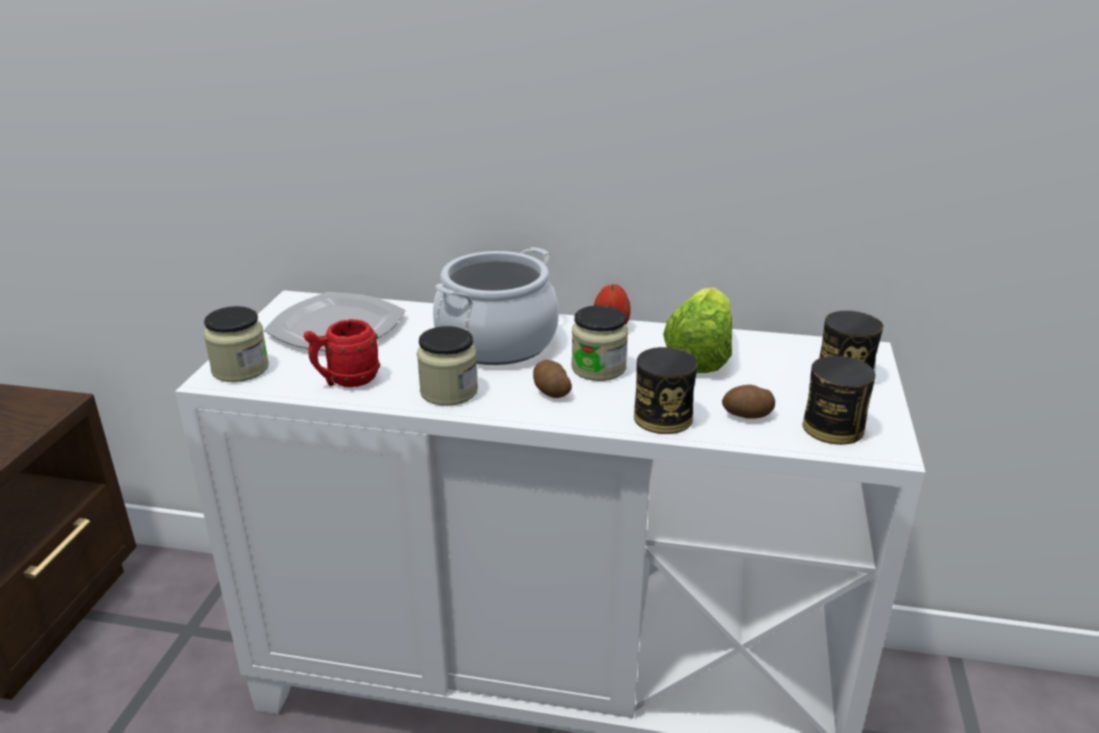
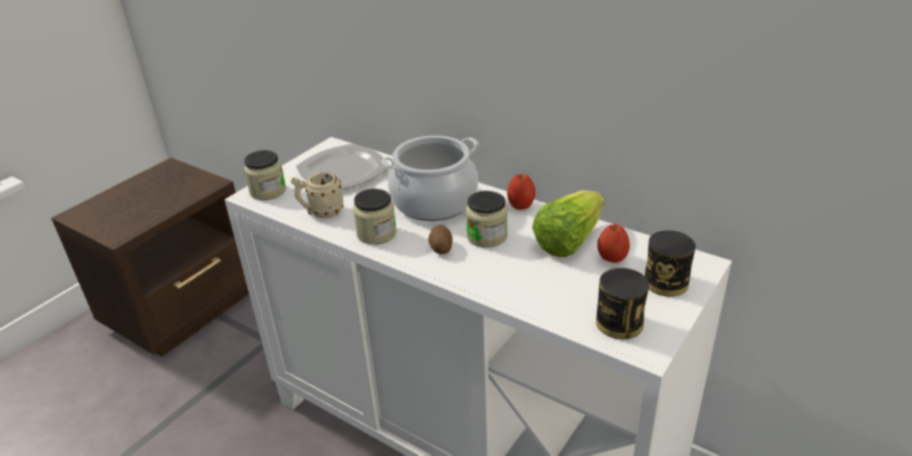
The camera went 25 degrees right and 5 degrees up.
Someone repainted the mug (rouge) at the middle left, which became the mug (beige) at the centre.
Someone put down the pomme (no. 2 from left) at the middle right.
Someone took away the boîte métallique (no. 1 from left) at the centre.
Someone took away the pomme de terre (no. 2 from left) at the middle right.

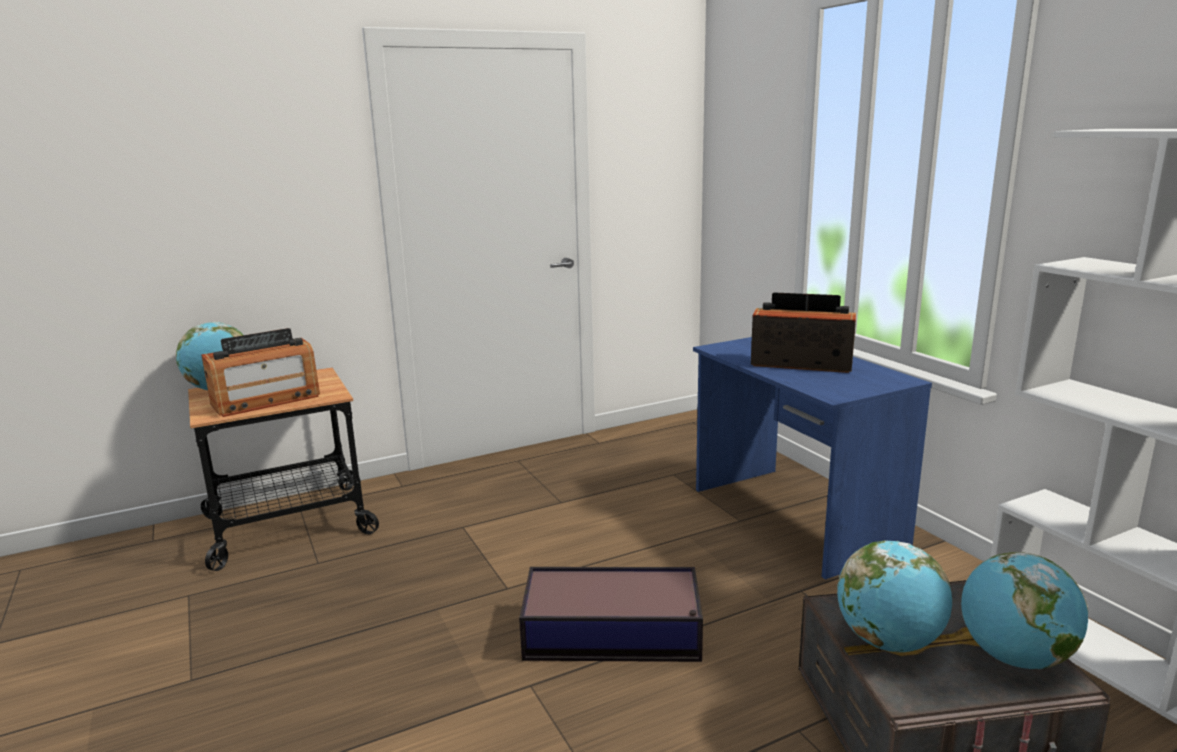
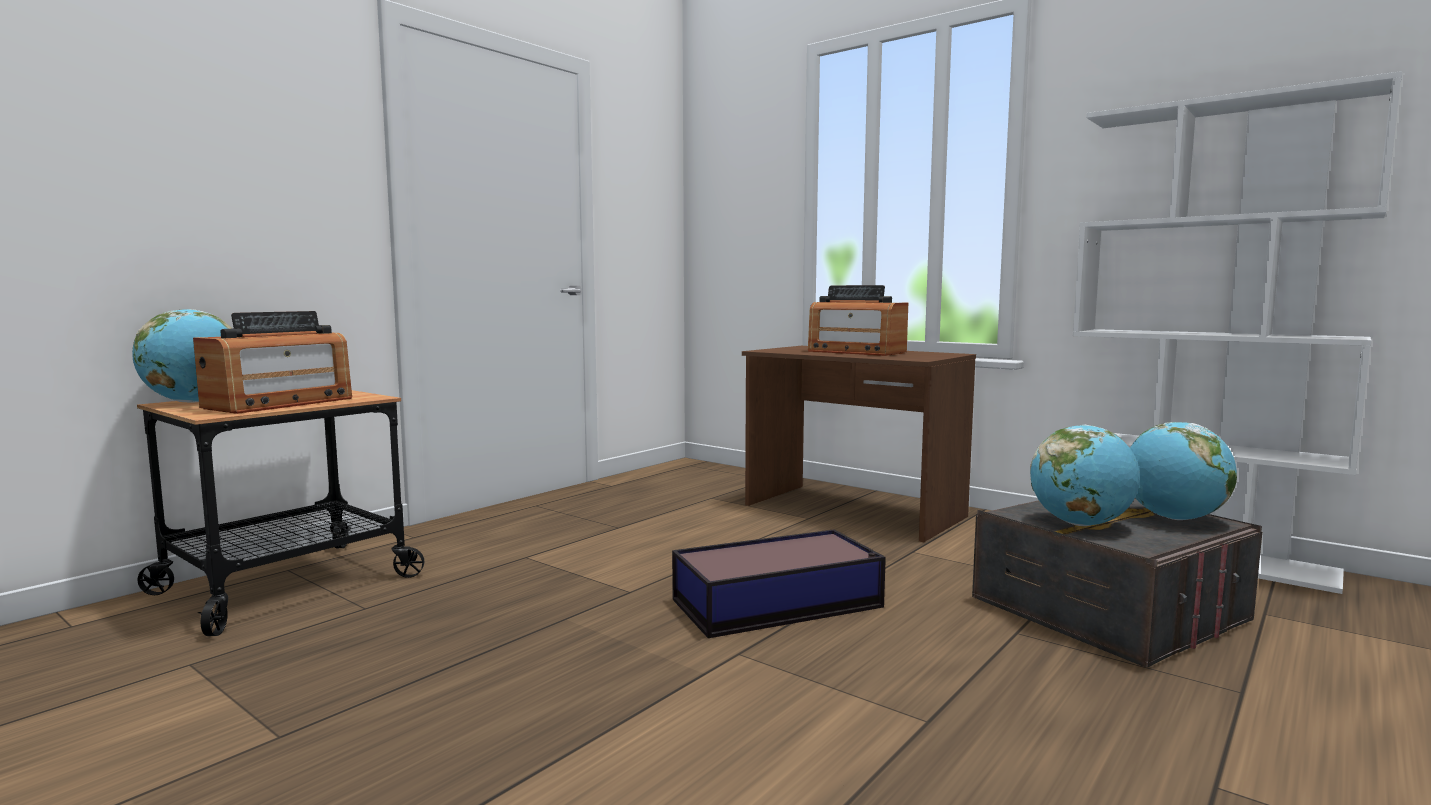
The camera went 25 degrees left and 10 degrees down.
Someone repainted the bureau (bleu) at the middle right, which became the bureau (marron) at the centre.
Someone rotated the radio (no. 2 from left) at the middle right by 135 degrees counterclockwise.

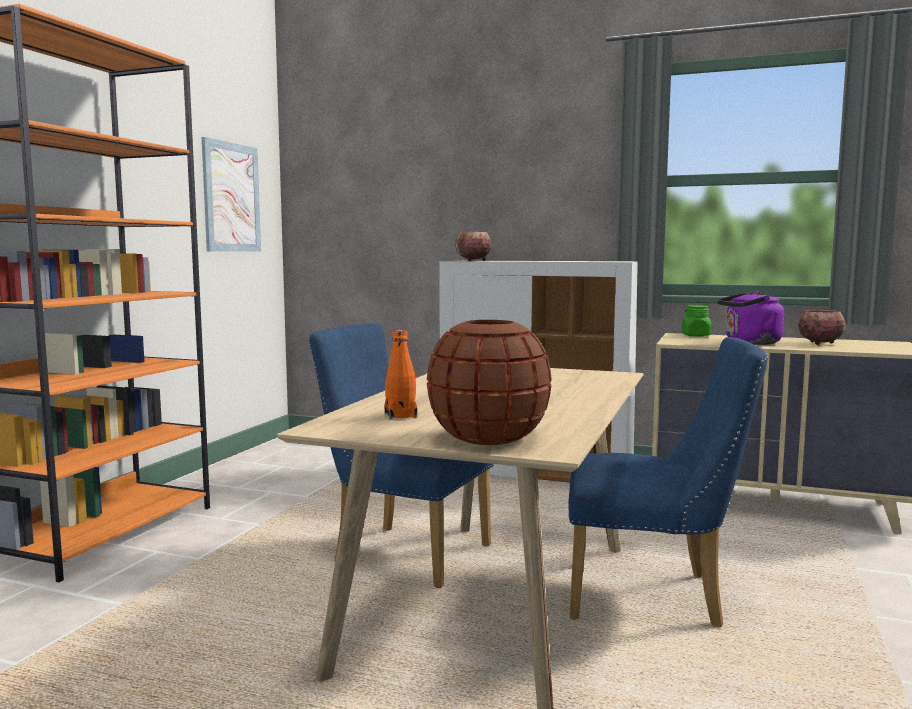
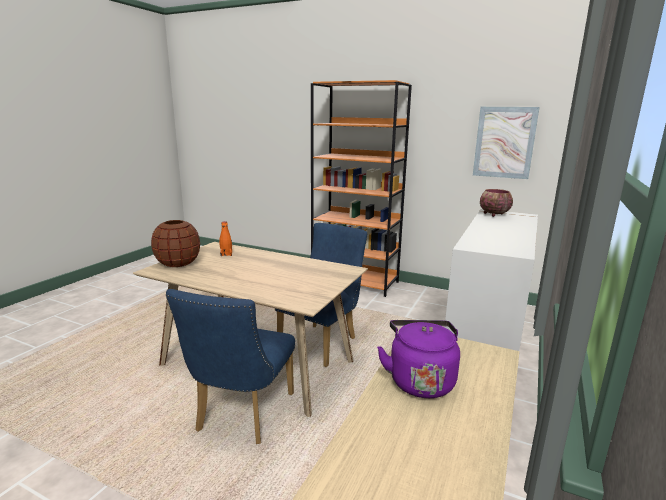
The camera went 95 degrees right and 10 degrees up.
Someone took away the bocal (vert) at the middle right.
Someone took away the bol (no. 2 from left) at the middle right.

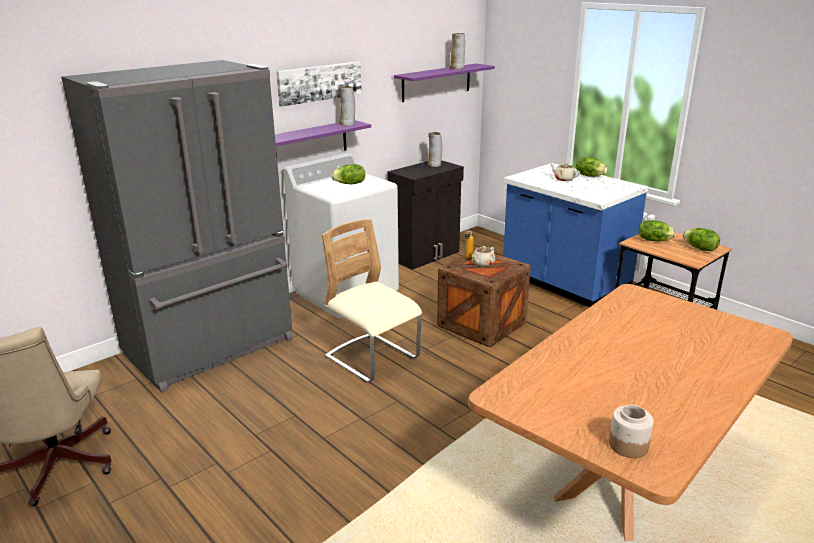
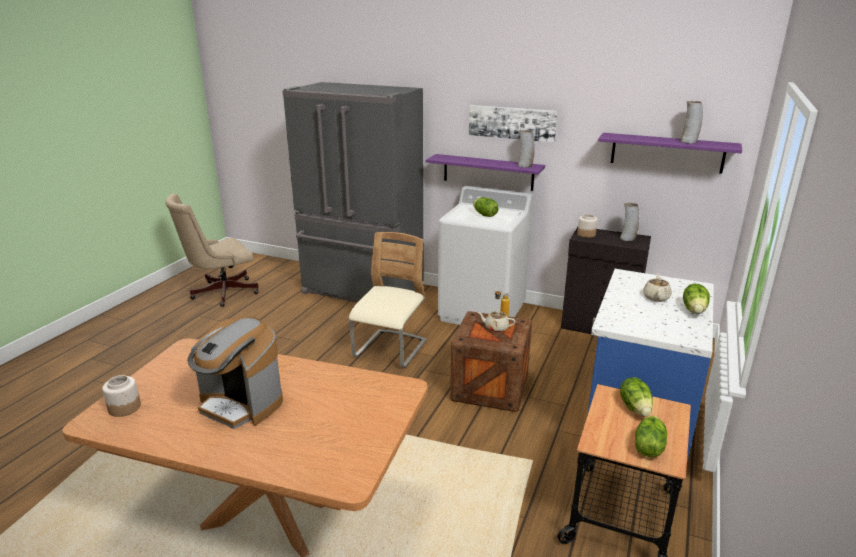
The camera went 65 degrees right and 0 degrees up.
Someone put down the machine à café at the bottom left.
Someone put down the bocal (no. 2 from left) at the middle right.

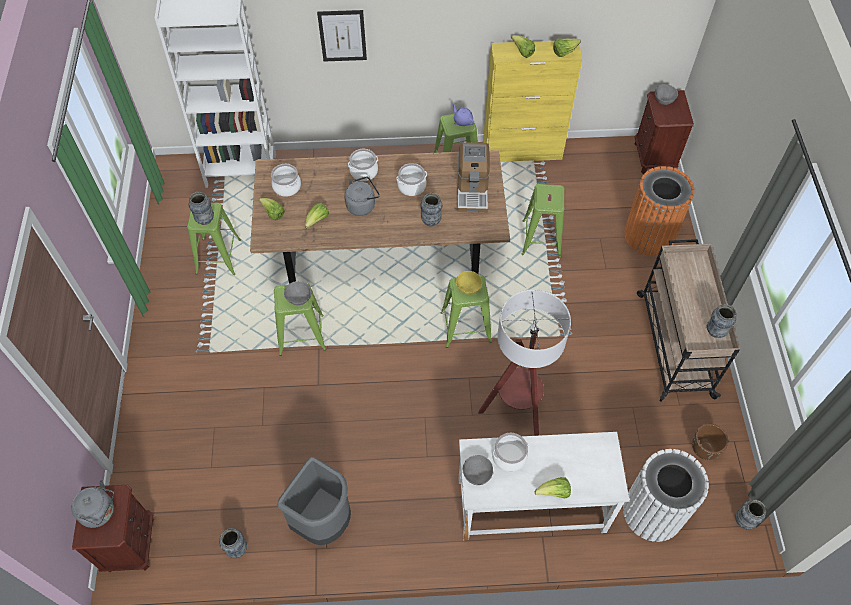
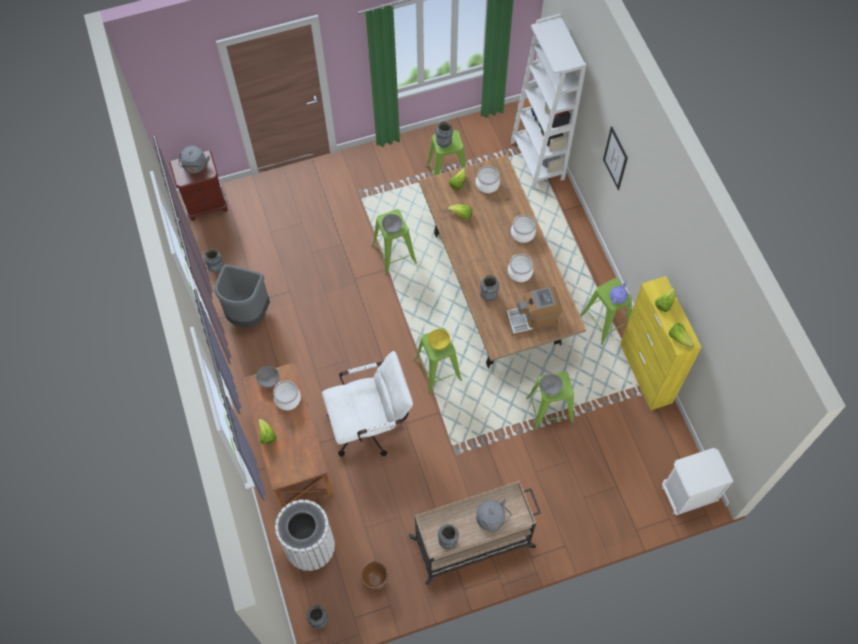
The camera went 75 degrees right and 5 degrees up.
Someone repainted the bureau (blanc) at the bottom centre, which became the bureau (marron) at the bottom centre.
Someone swapped the lampadaire at the centre for the chaise de bureau (blanc) at the centre.
Someone carried the bouilloire (gris) (no. 2 from left) from the top centre to the bottom centre.
Someone carried the bol (gris) (no. 3 from left) from the top right to the centre.
Someone repainted the table de chevet (marron) (no. 2 from left) at the top right, which became the table de chevet (blanc) at the bottom right.
Someone took away the poubelle (orange) at the middle right.

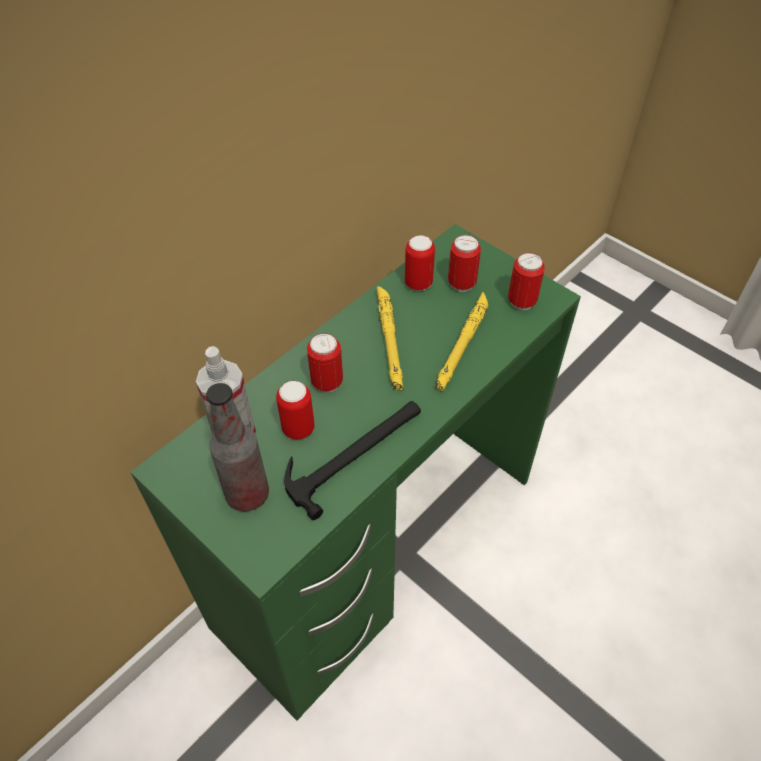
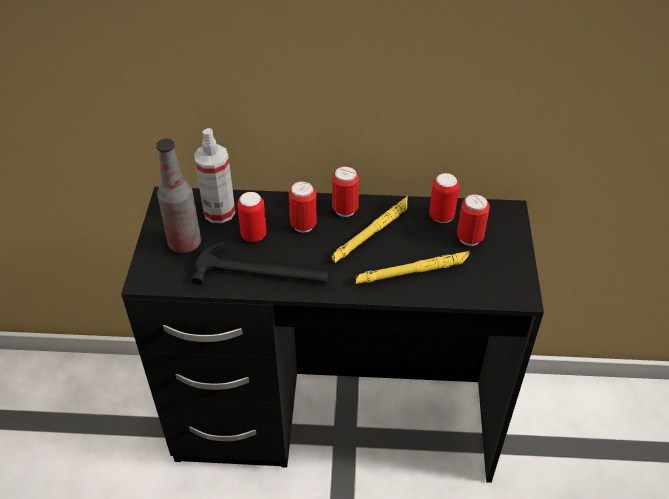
The camera went 50 degrees right and 5 degrees down.
Someone repainted the bureau (vert) at the centre, which became the bureau (noir) at the bottom centre.
Someone carried the boîte métallique (no. 5 from left in the first image) from the middle right to the centre.

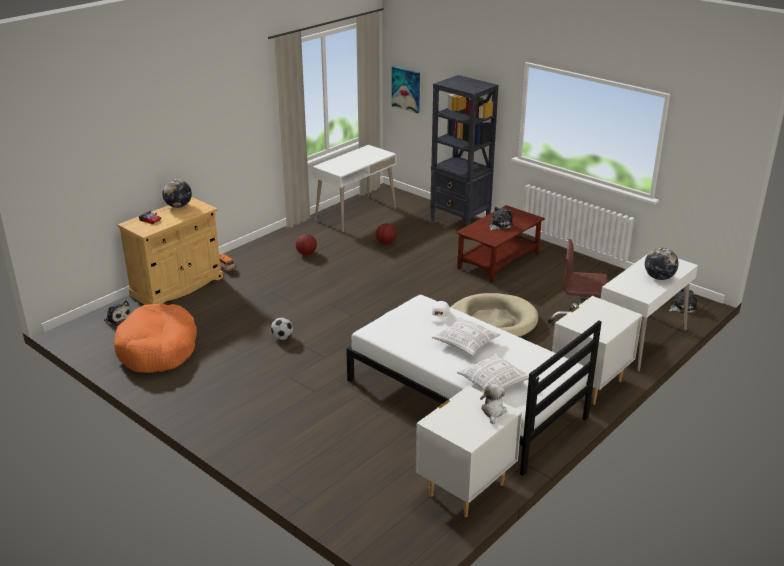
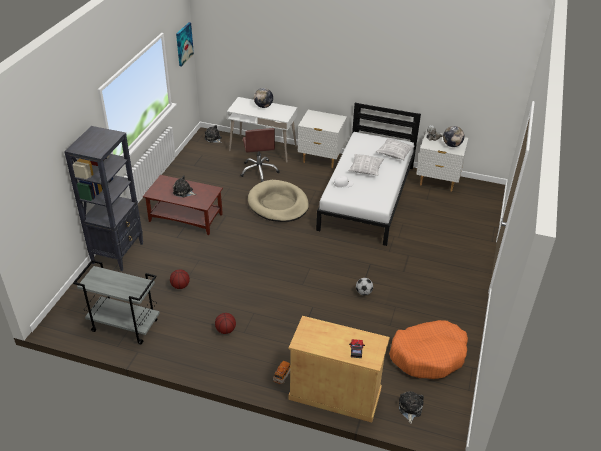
The camera went 115 degrees left and 10 degrees up.
Someone swapped the bureau (blanc) (no. 1 from left) at the top centre for the chariot (gris) at the bottom left.
Someone carried the tableau from the top centre to the top left.
Someone carried the globe (no. 1 from left in the first image) from the middle left to the top right.

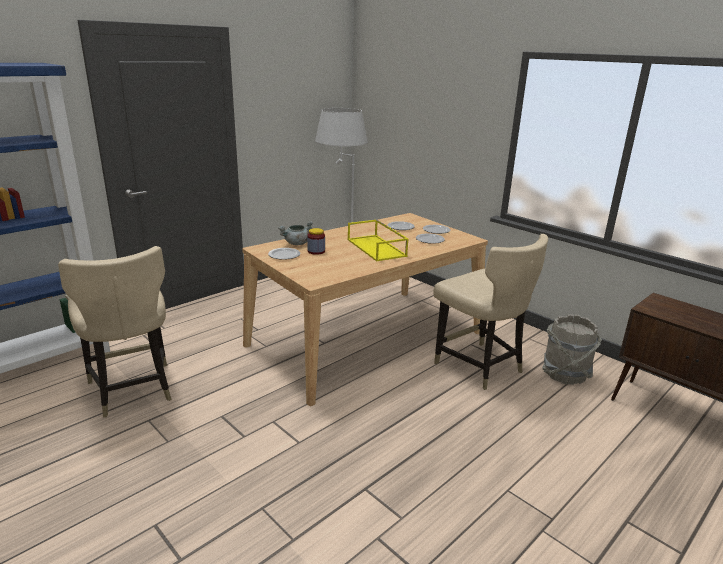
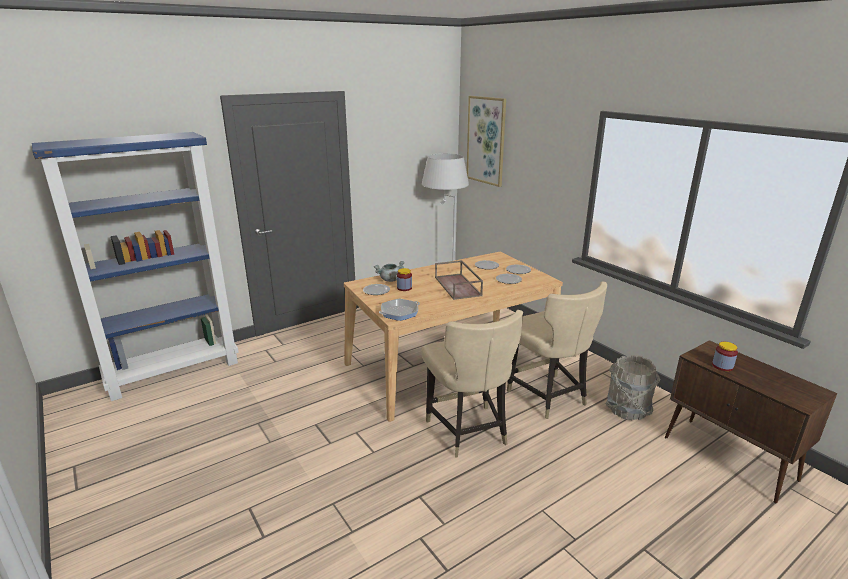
The camera went 10 degrees right and 0 degrees up.
Someone put down the poêle at the centre.
Someone carried the chaise (beige) (no. 1 from left) from the middle left to the centre.
Someone repainted the plateau (jaune) at the centre, which became the plateau (marron) at the centre.
Someone put up the tableau at the top centre.
Someone put down the bocal (no. 2 from left) at the middle right.

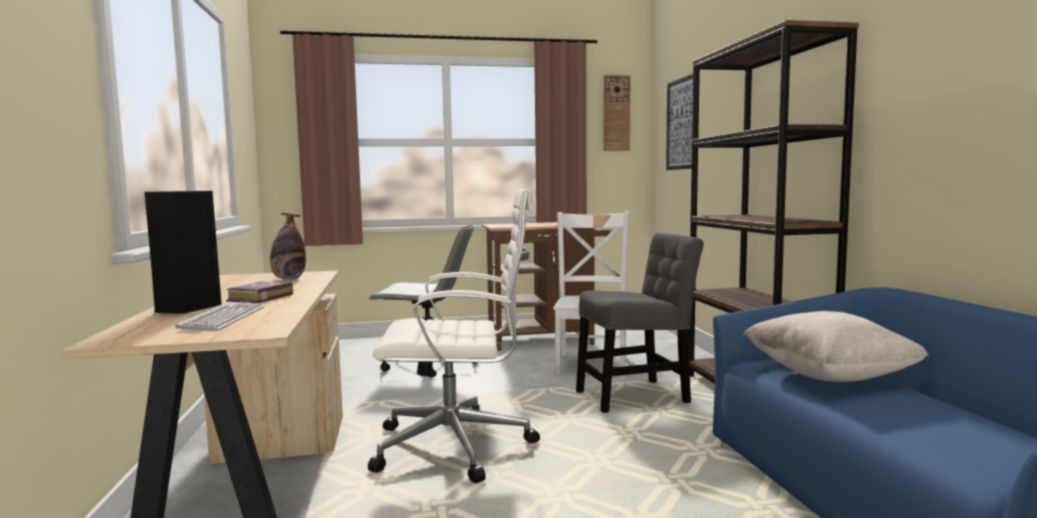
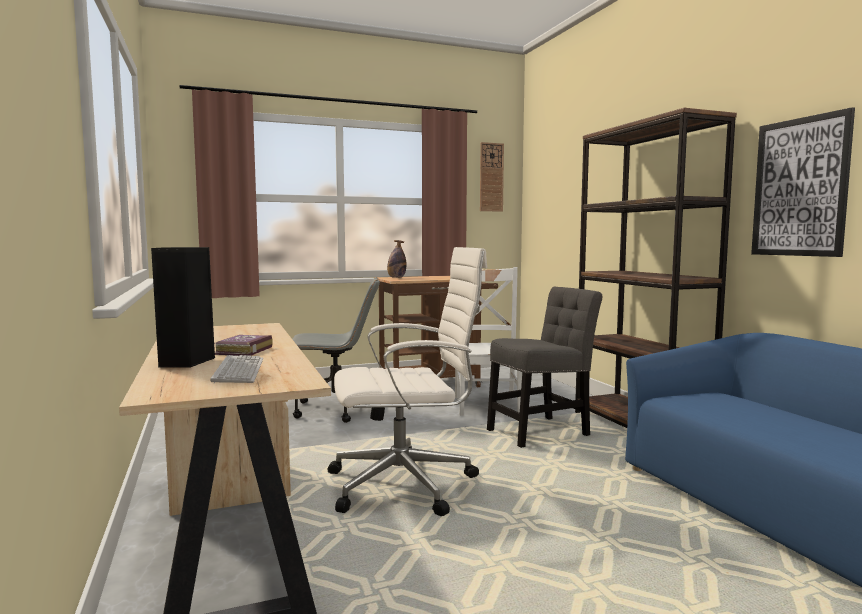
The camera went 10 degrees left and 0 degrees up.
Someone carried the bouteille from the middle left to the centre.
Someone carried the tableau from the top centre to the top right.
Someone took away the coussin (beige) at the bottom right.

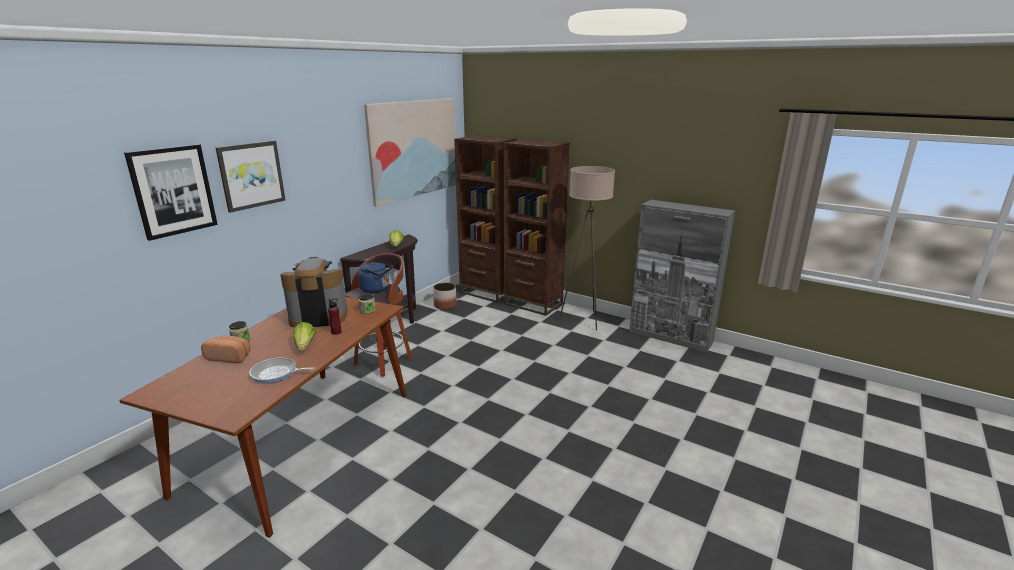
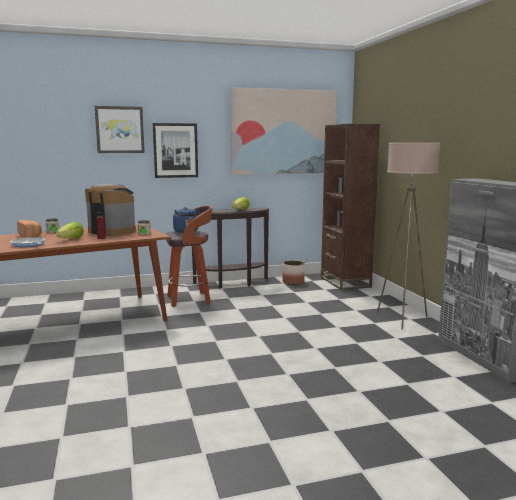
The camera went 40 degrees right and 10 degrees down.
Someone carried the tableau (no. 1 from left in the first image) from the middle left to the top centre.
Someone took away the bibliothèque (marron) (no. 2 from left) at the centre.

